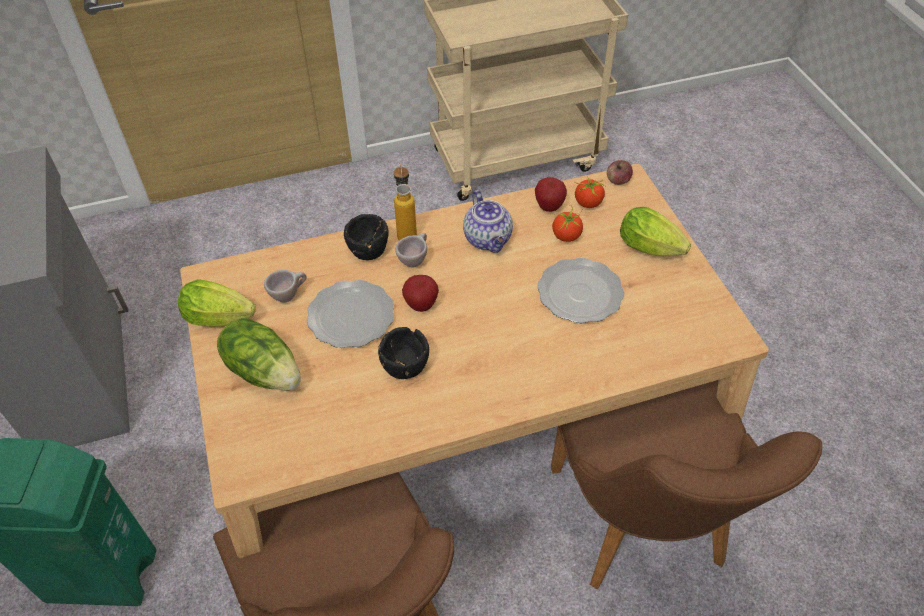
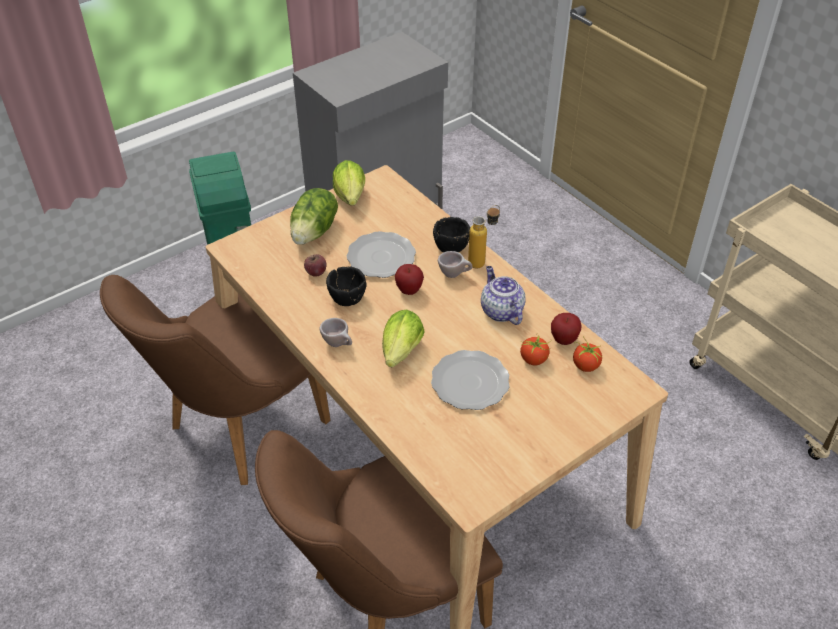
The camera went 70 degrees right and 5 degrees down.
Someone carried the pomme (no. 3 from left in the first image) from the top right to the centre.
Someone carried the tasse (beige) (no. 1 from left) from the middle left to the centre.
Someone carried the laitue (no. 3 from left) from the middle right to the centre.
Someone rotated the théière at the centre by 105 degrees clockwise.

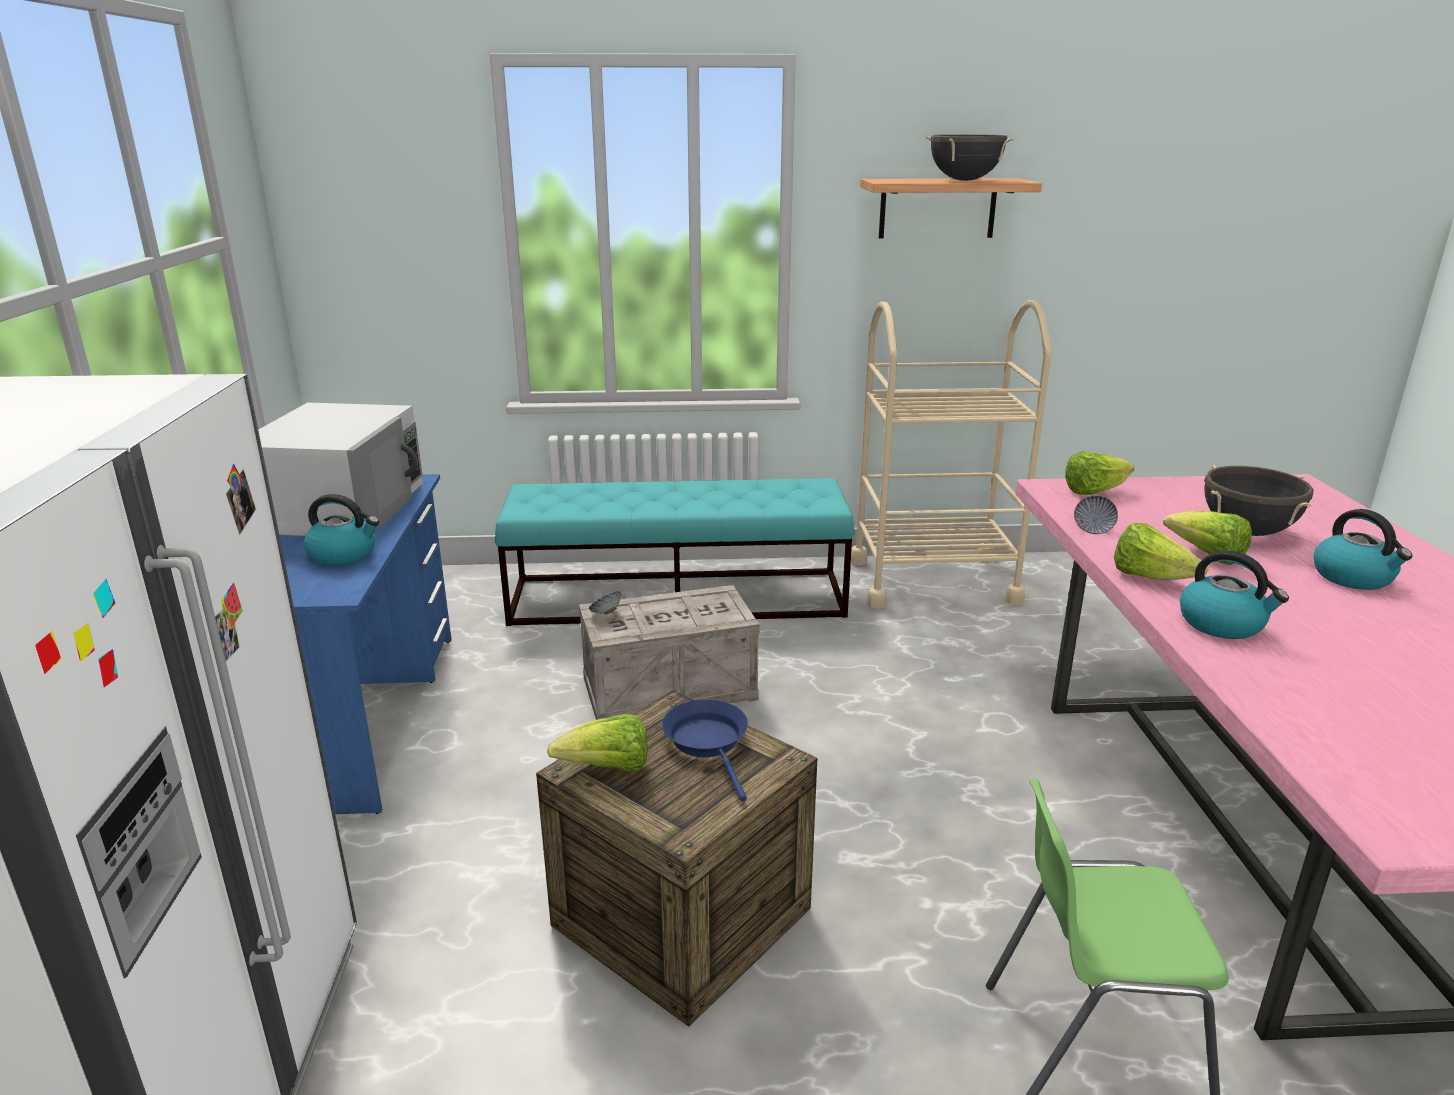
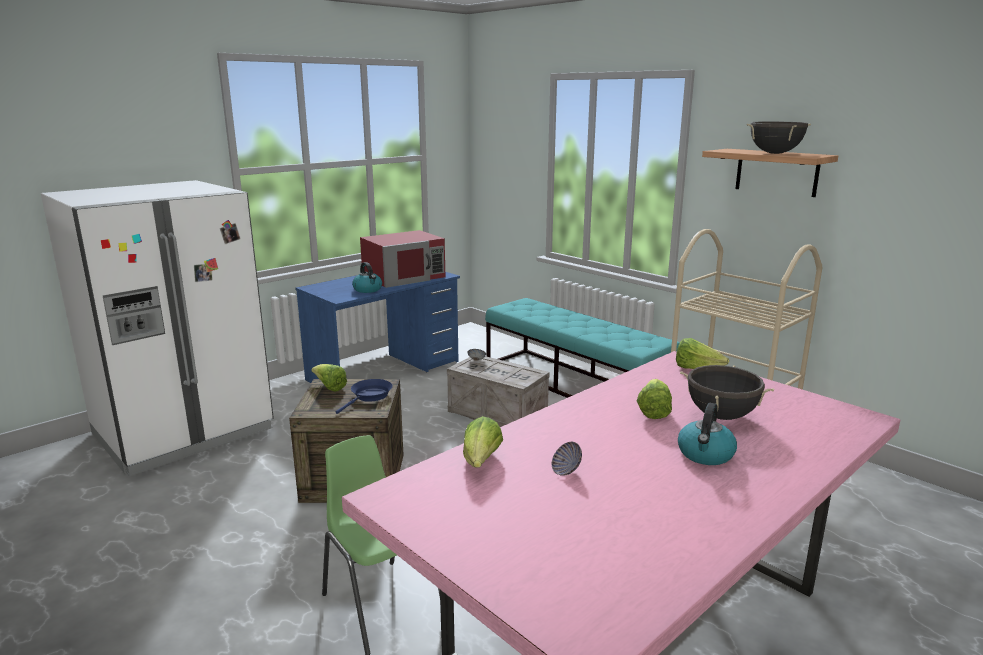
The camera went 50 degrees right and 5 degrees down.
Someone repainted the micro-ondes (blanc) at the middle left, which became the micro-ondes (rouge) at the centre.
Someone carried the laitue (no. 3 from left in the first image) from the middle right to the bottom centre.
Someone carried the bol (no. 2 from left) from the middle right to the bottom centre.
Someone took away the bouilloire (no. 2 from left) at the middle right.

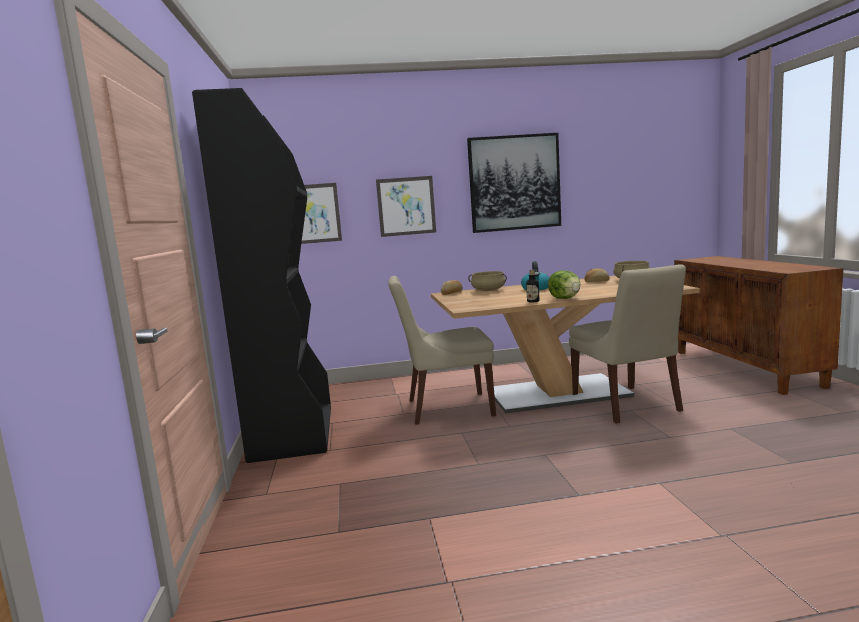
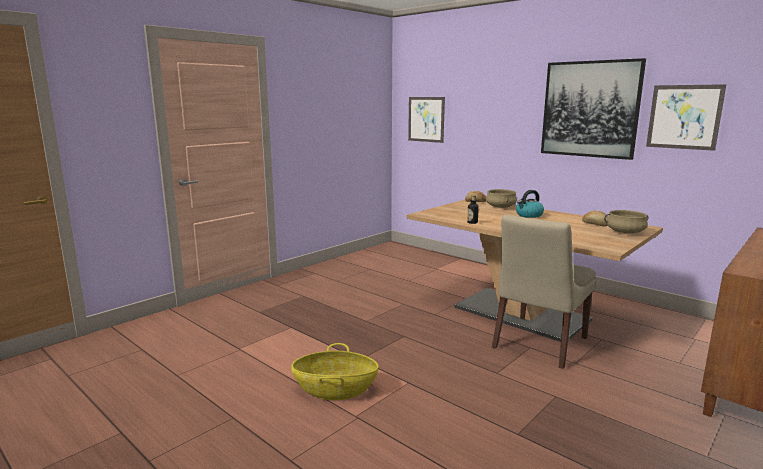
The camera went 50 degrees right and 5 degrees up.
Someone put down the panier at the bottom centre.
Someone carried the tableau (no. 2 from left in the first image) from the top centre to the top right.
Someone took away the bibliothèque (noir) at the middle left.
Someone took away the chaise (beige) (no. 1 from left) at the centre.
Someone took away the laitue at the centre.

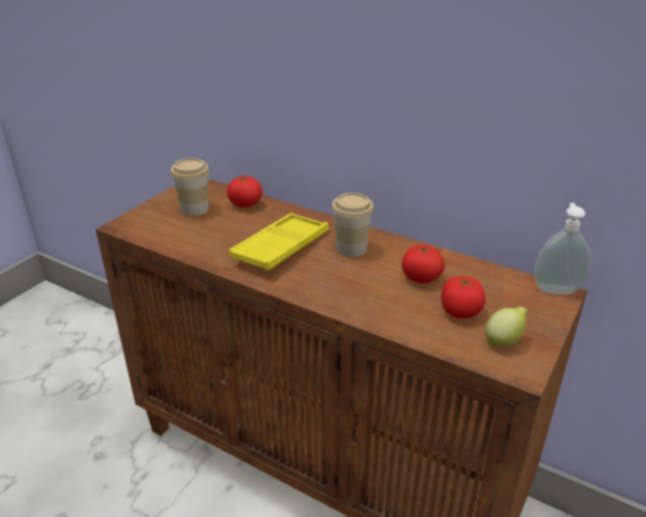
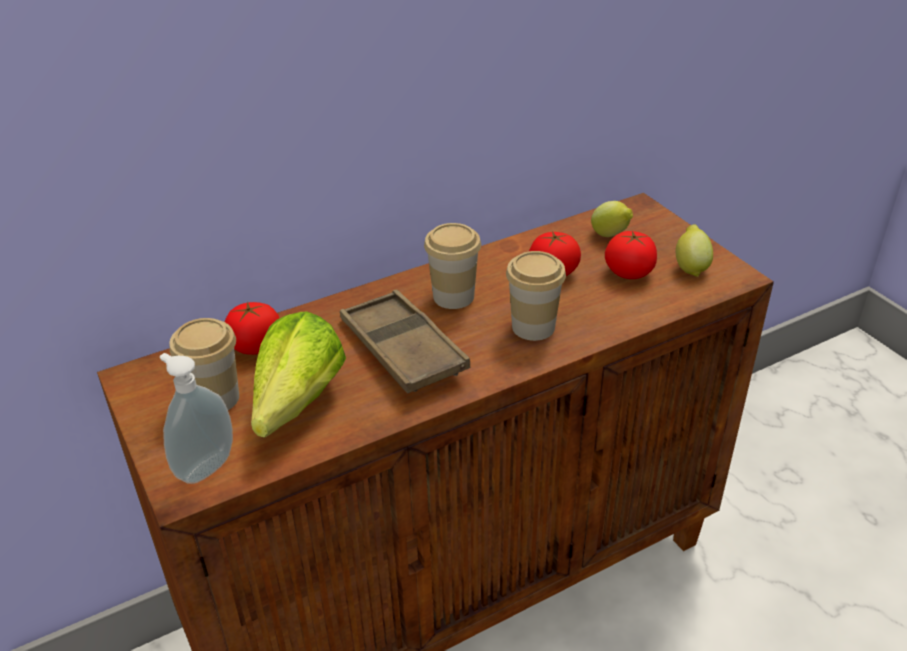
The camera went 60 degrees left and 5 degrees up.
Someone carried the distributeur de savon from the middle right to the middle left.
Someone put down the laitue at the middle left.
Someone repainted the plateau (jaune) at the centre, which became the plateau (marron) at the centre.
Someone put down the tasse (no. 3 from left) at the centre.
Someone put down the citron (no. 1 from left) at the middle right.

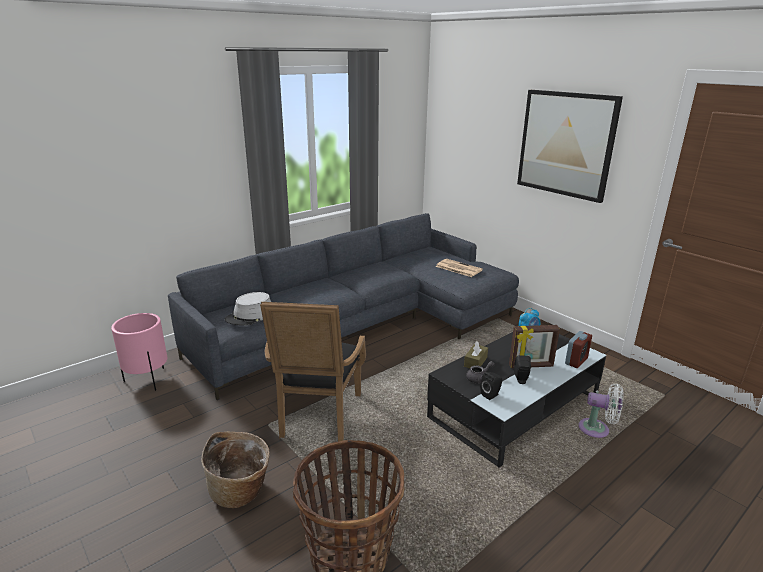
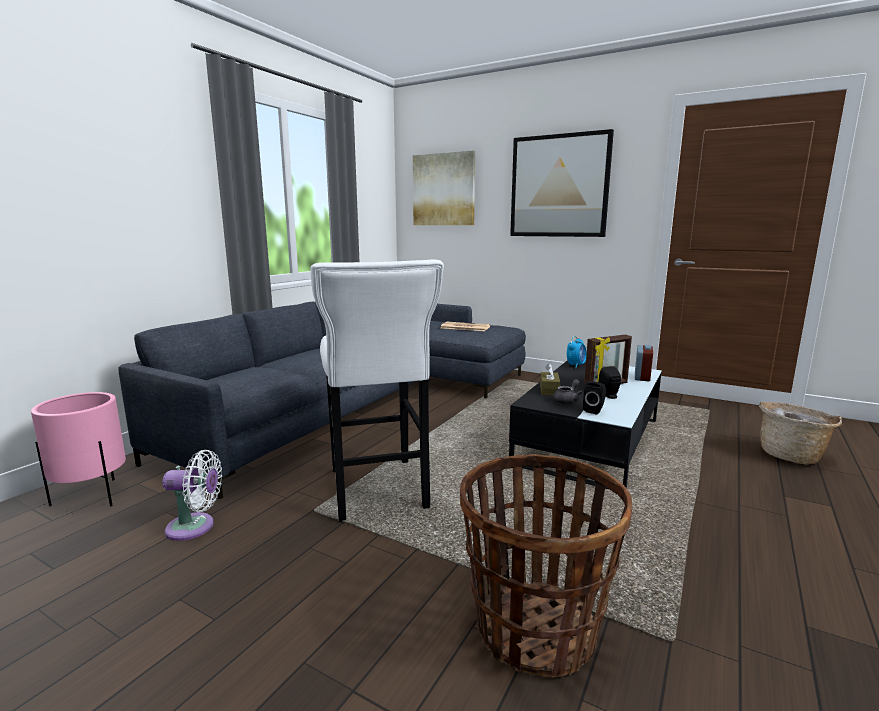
The camera went 20 degrees left and 10 degrees down.
Someone carried the ventilateur (blanc) from the bottom right to the bottom left.
Someone swapped the fauteuil (noir) at the centre for the tabouret (blanc) at the centre.
Someone put up the tableau (no. 1 from left) at the top centre.
Someone carried the panier (no. 1 from left in the first image) from the bottom left to the middle right.
Someone took away the chapeau (gris) at the middle left.

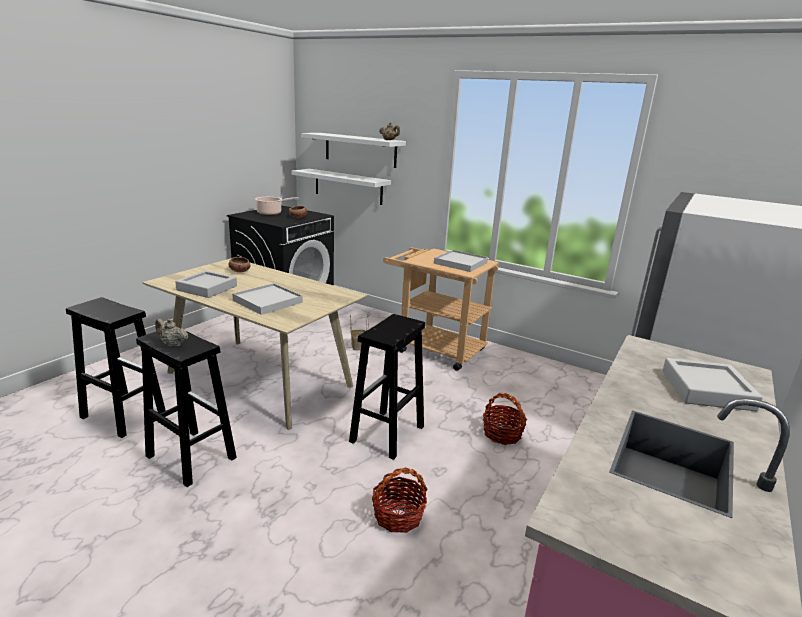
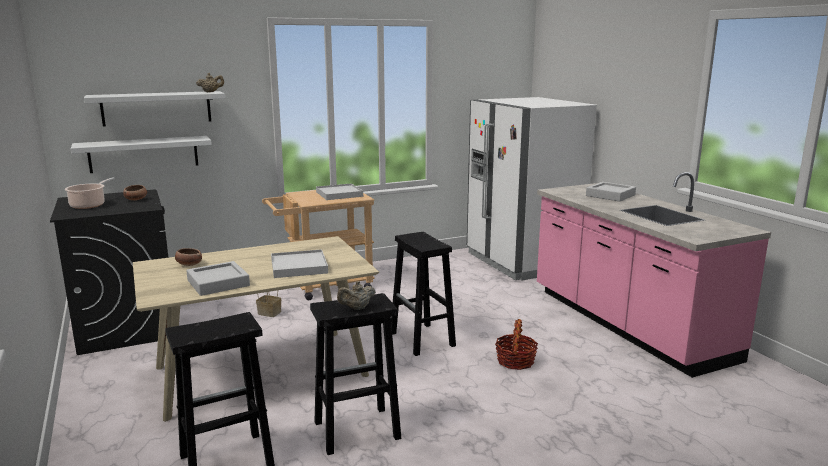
The camera went 55 degrees left and 5 degrees down.
Someone took away the panier (no. 3 from left) at the bottom centre.

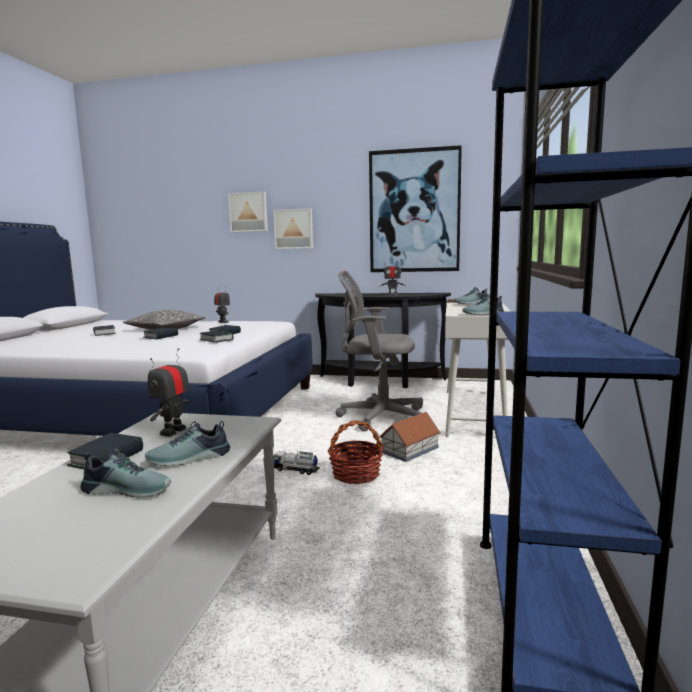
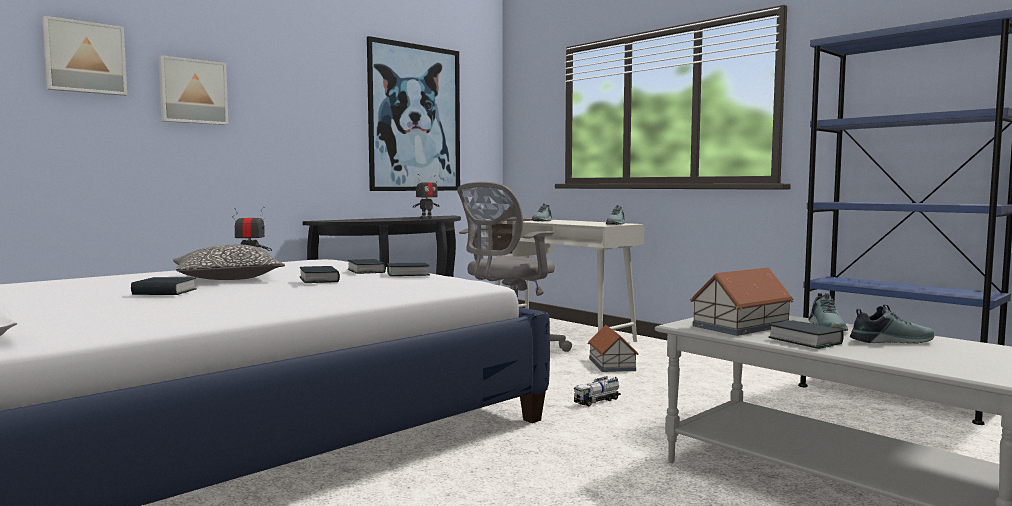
The camera went 55 degrees left and 5 degrees down.
Someone carried the tableau (no. 2 from left in the first image) from the top centre to the top left.
Someone swapped the robot jouet (no. 1 from left) at the middle left for the maison miniature (no. 2 from left) at the middle right.
Someone rotated the chaussure (no. 1 from left in the first image) at the bottom left by 45 degrees clockwise.
Someone took away the panier at the centre.

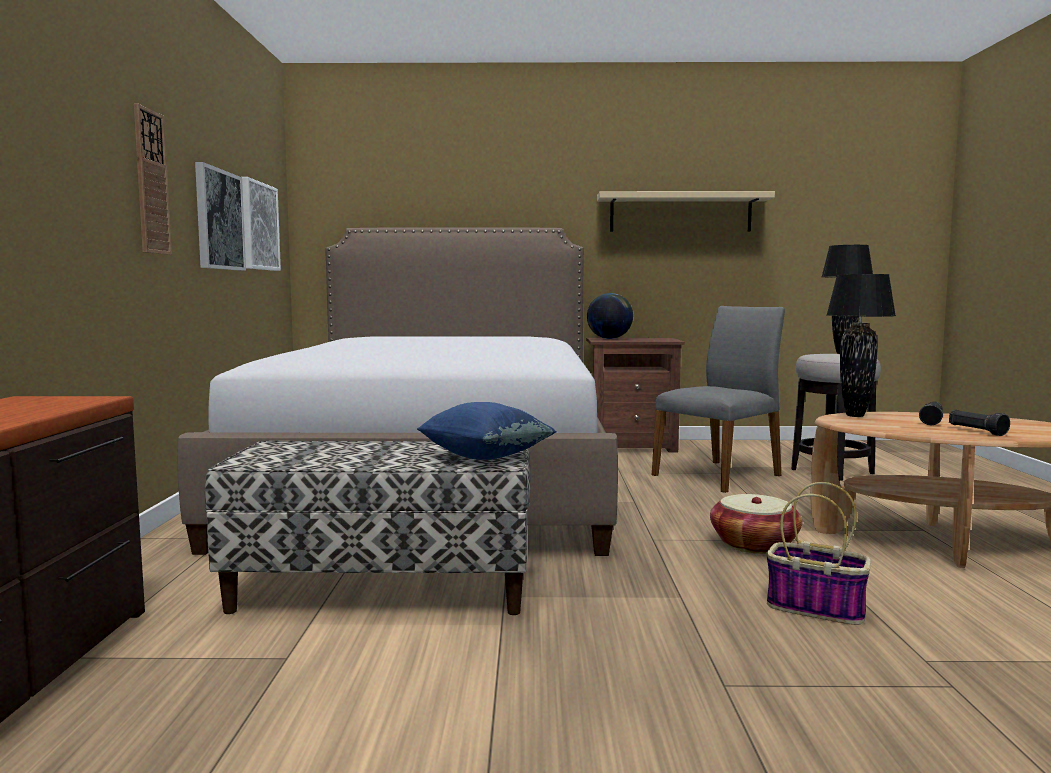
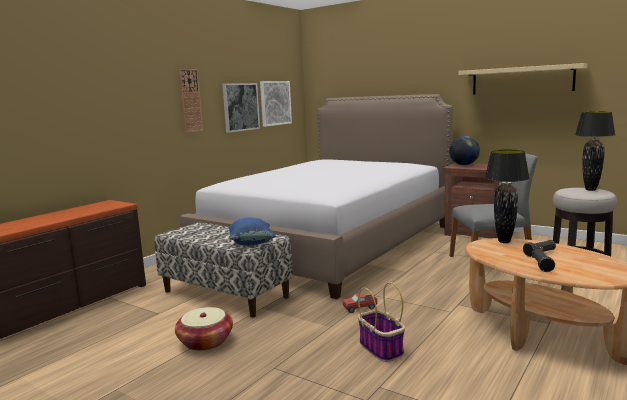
The camera went 35 degrees right and 5 degrees up.
Someone carried the panier (no. 1 from left) from the bottom right to the bottom left.
Someone put down the camion jouet at the bottom centre.

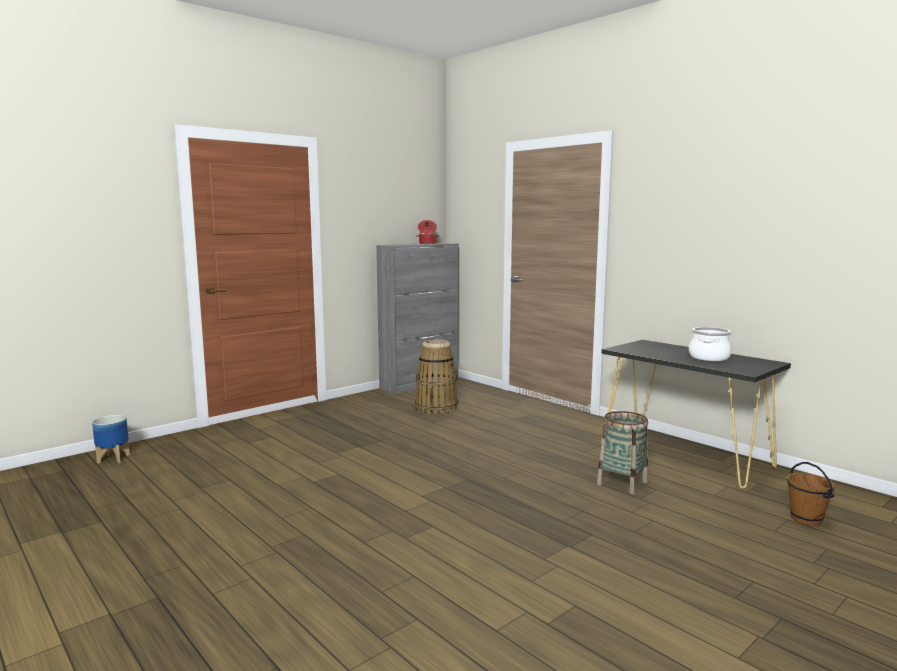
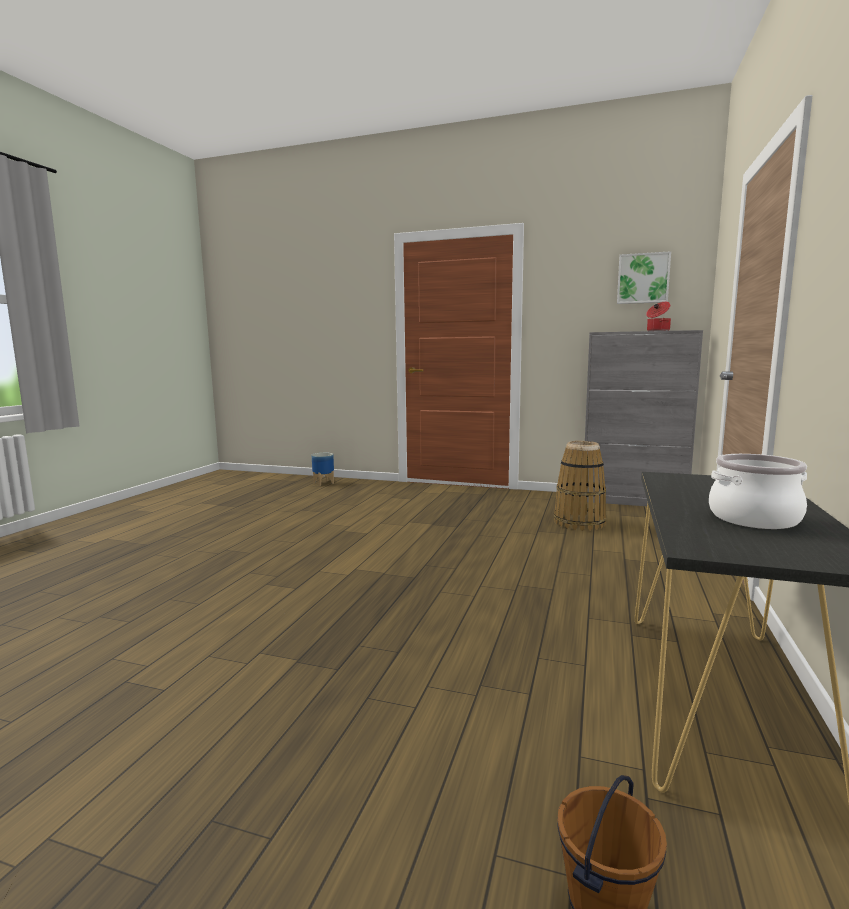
The camera went 60 degrees right and 0 degrees up.
Someone put up the tableau at the top right.
Someone took away the panier (no. 2 from left) at the bottom right.

